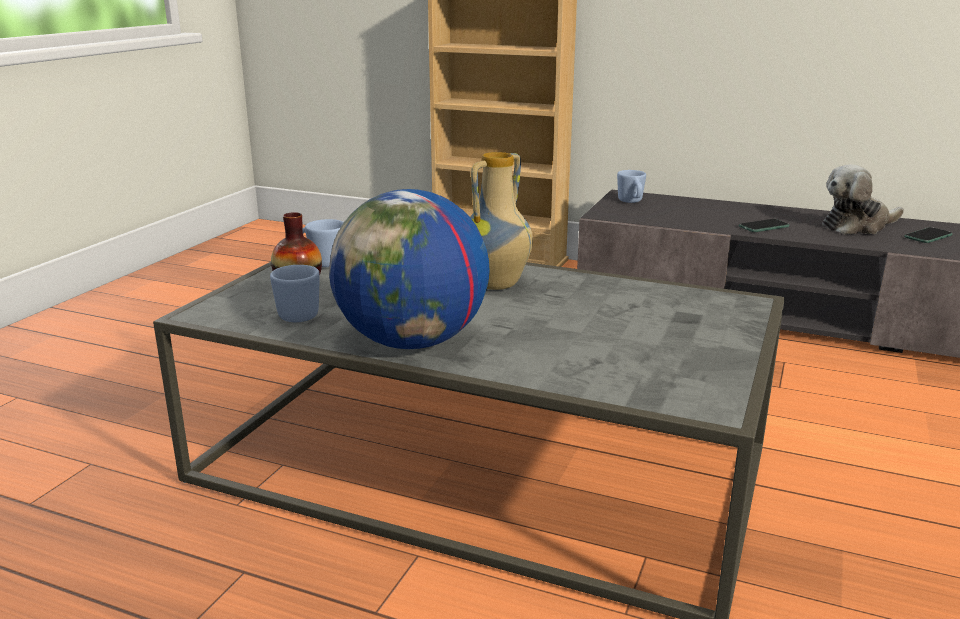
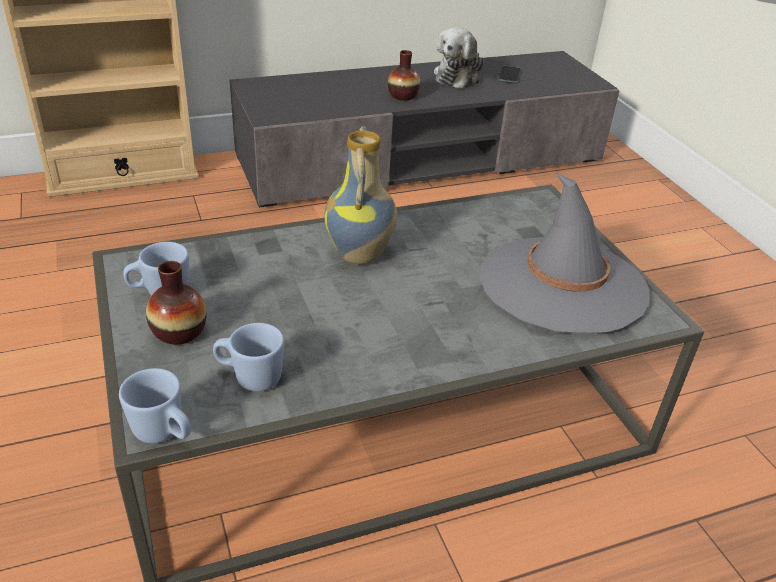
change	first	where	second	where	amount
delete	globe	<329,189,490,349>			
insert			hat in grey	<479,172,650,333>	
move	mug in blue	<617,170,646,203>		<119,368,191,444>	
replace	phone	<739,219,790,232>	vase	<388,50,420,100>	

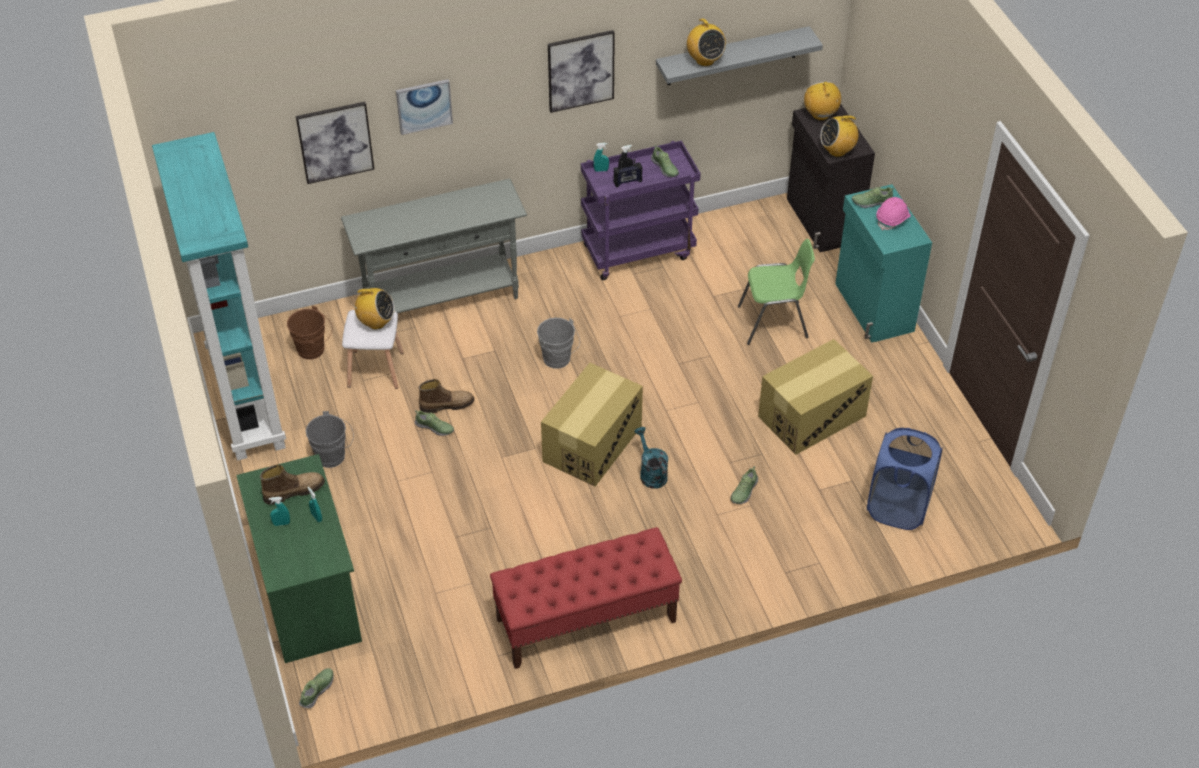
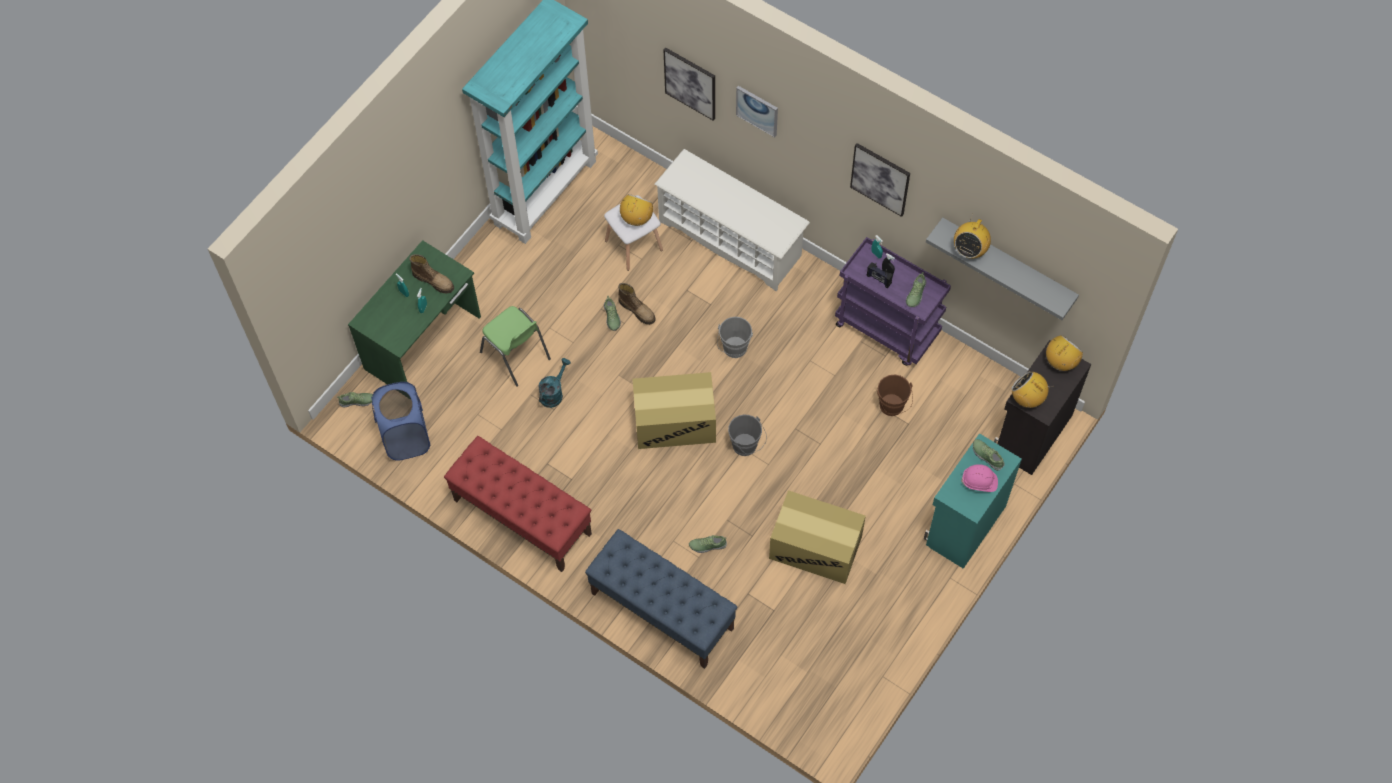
change	first	where	second	where	amount
insert			bench in blue	<585,529,738,669>	
move	bucket in brown	<287,306,333,360>		<877,374,913,416>	
move	bucket in grey	<306,411,354,468>		<728,415,767,456>	
move	watering can in turquoise	<634,427,668,489>		<538,358,571,408>	
move	chair in green	<738,239,815,345>		<480,306,551,387>	
move	laundry basket in blue	<867,428,943,530>		<371,382,431,461>	
replace	console table in grey	<341,179,527,313>	shoe rack in white	<654,149,810,291>	
rotate	radio	<349,288,395,329>		<620,194,653,226>	135 degrees counterclockwise

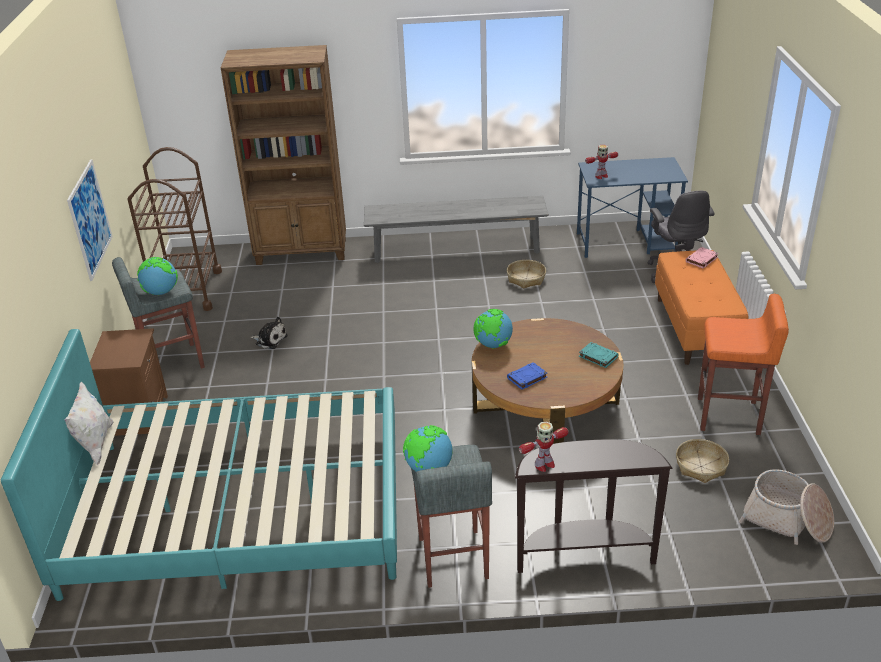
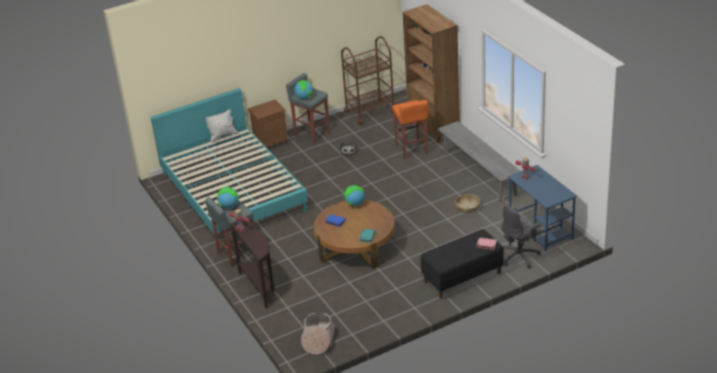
change	first	where	second	where	amount
delete	picture	<67,159,113,281>			
delete	basket	<676,439,729,483>			
move	stool in orange	<698,294,789,435>		<392,100,428,159>	
recolor	bench in orange	<655,250,748,365>	bench in black	<421,229,504,299>	

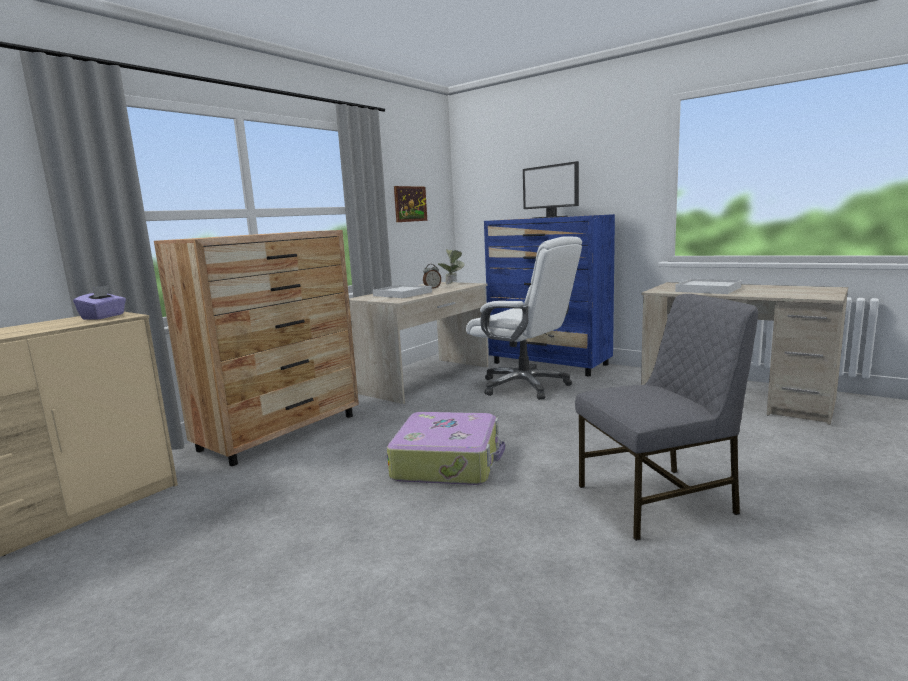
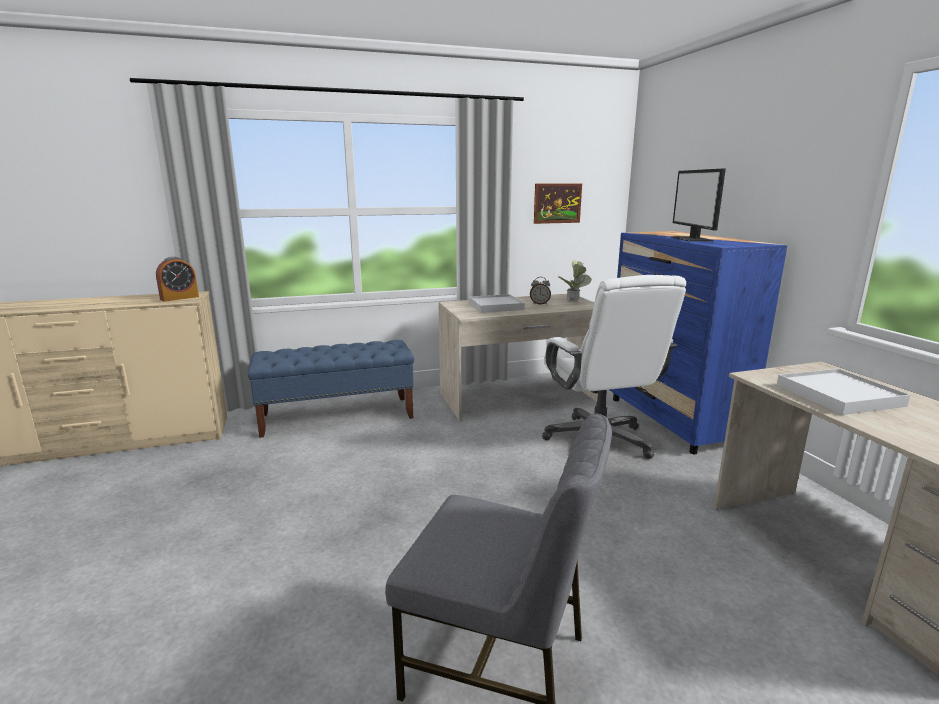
change	first	where	second	where	amount
delete	suitcase	<387,412,505,485>			
replace	tissue box in purple	<73,285,126,320>	alarm clock	<156,257,199,301>	
replace	dresser in brown	<154,230,359,466>	bench in blue	<248,340,414,438>	

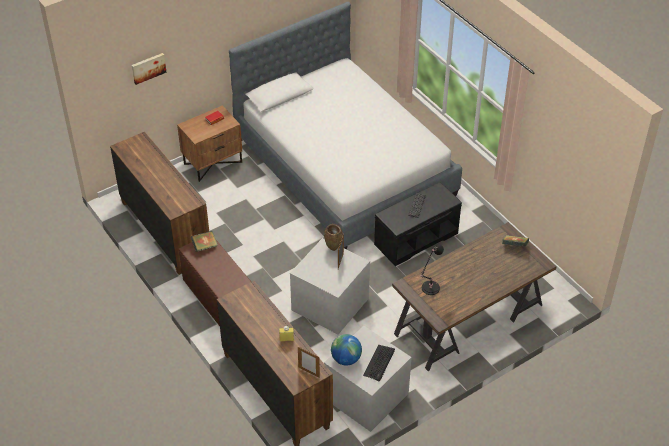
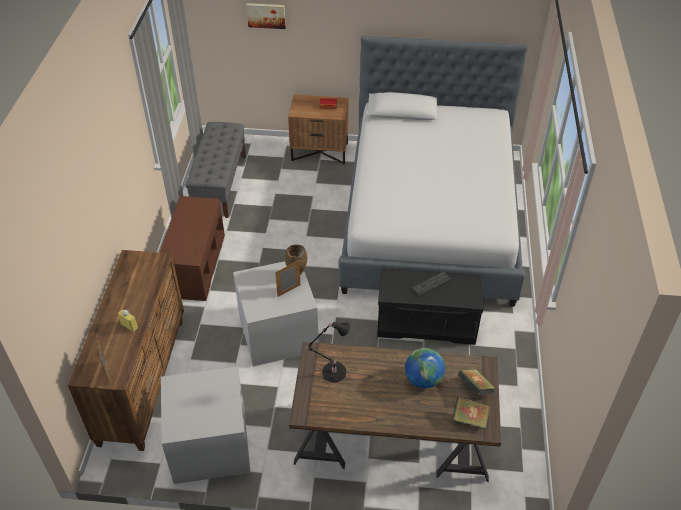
change	first	where	second	where	amount
delete	keyboard	<363,345,395,381>			
move	book	<191,231,218,252>		<452,397,490,428>	
move	globe	<331,334,362,365>		<405,348,445,388>	
replace	dresser in brown	<110,132,209,275>	bench in grey	<186,122,246,218>	

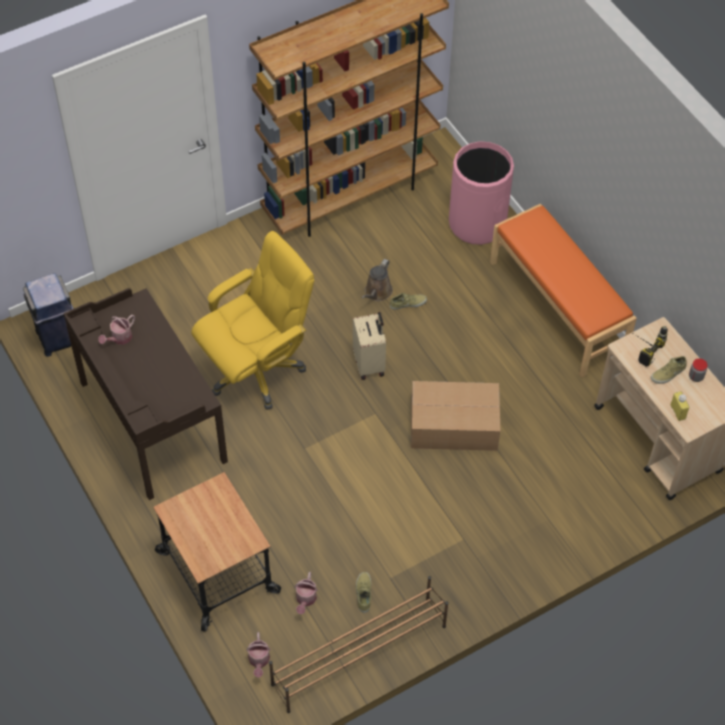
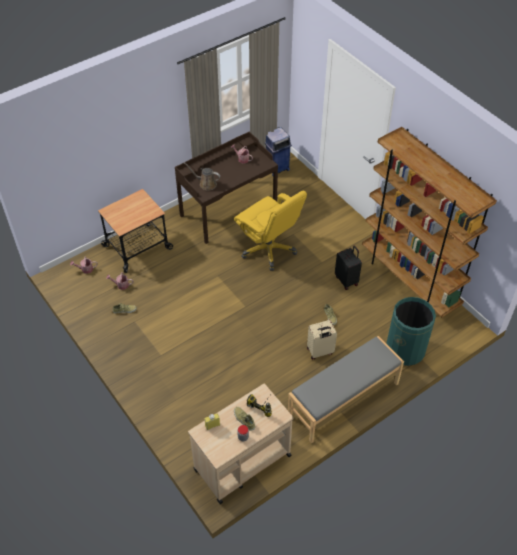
change	first	where	second	where	amount
delete	shoe rack in brown	<269,576,448,713>			
delete	cardboard box	<411,381,500,451>			
insert			suitcase in black	<335,245,362,290>	
move	suitcase in beige	<353,312,386,380>		<307,320,337,360>	
move	watering can in brown	<361,259,393,301>		<184,163,220,191>	
recolor	trash can in pink	<449,141,514,245>	trash can in green	<386,297,436,366>	
recolor	bench in orange	<490,204,637,377>	bench in grey	<288,336,404,443>	

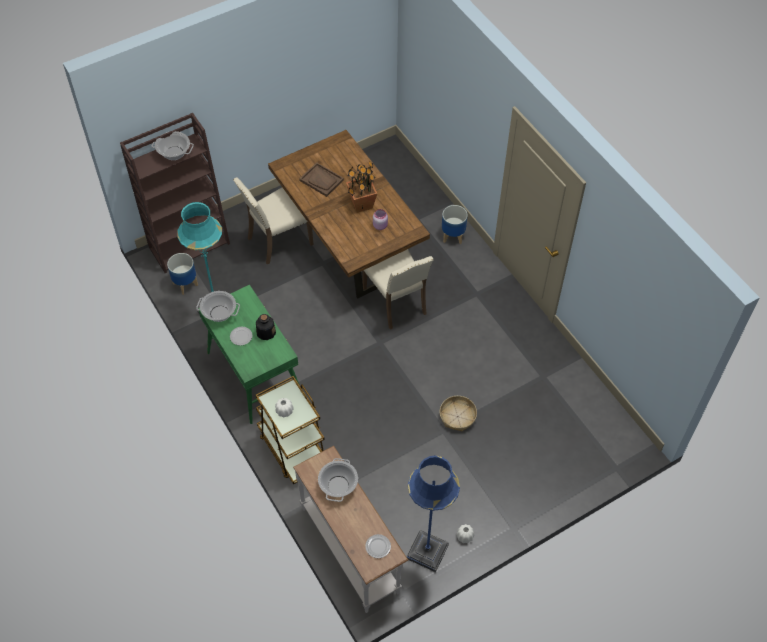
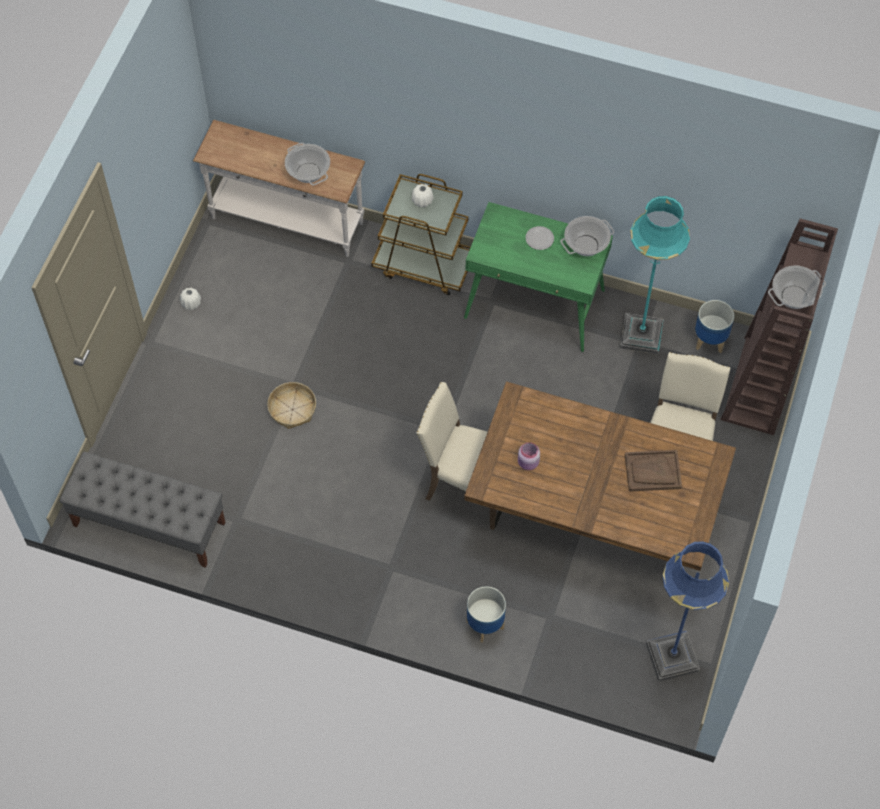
change	first	where	second	where	amount
delete	bottle	<256,314,276,340>			
delete	potted plant	<346,161,377,213>			
delete	plate	<365,534,391,558>			
insert			bench in grey	<60,452,225,568>	
move	floor lamp in blue	<406,455,460,572>		<646,541,729,681>	

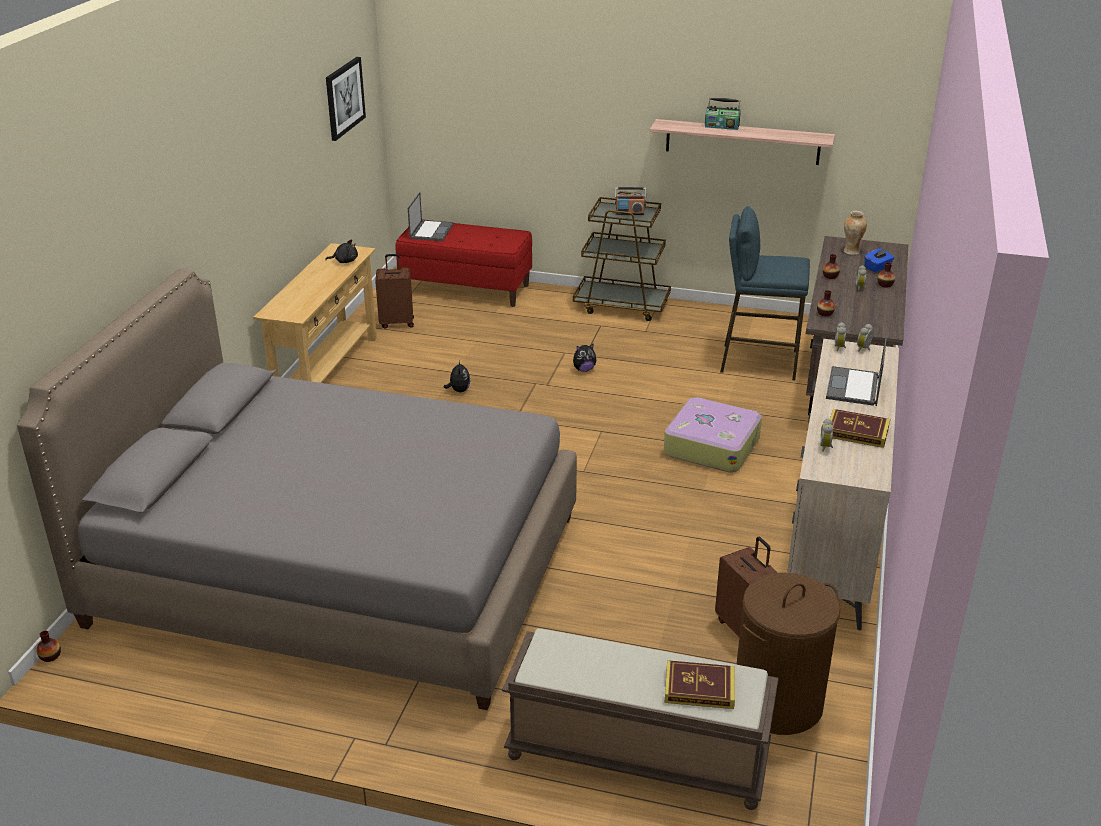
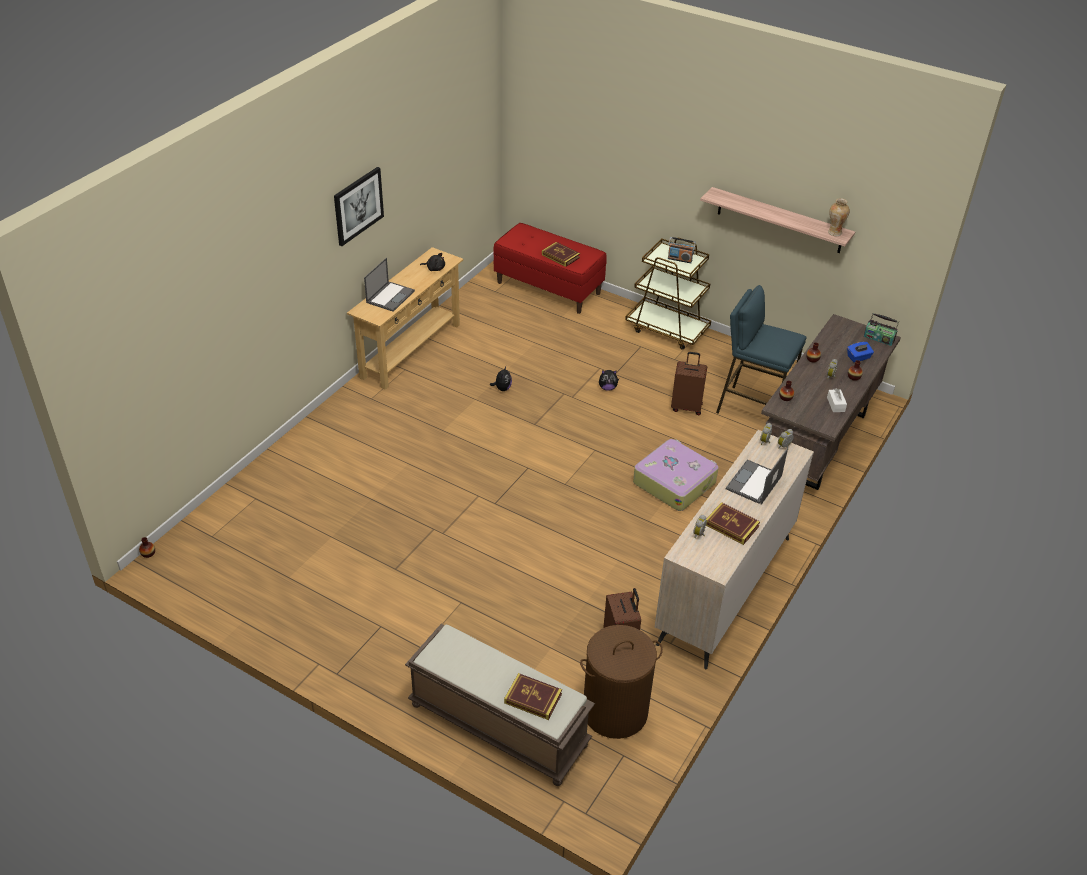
change	first	where	second	where	amount
delete	bed in grey	<17,269,577,710>			
insert			book	<542,242,580,267>	
insert			tissue box in white	<827,388,847,412>	
move	picture	<326,57,366,141>		<334,167,384,246>	
move	suitcase in brown	<375,254,414,328>		<671,352,707,415>	
move	laptop	<408,192,454,241>		<364,258,415,312>	
move	radio	<705,98,741,130>		<864,313,899,346>	
move	vase	<844,211,867,255>		<828,198,850,236>	

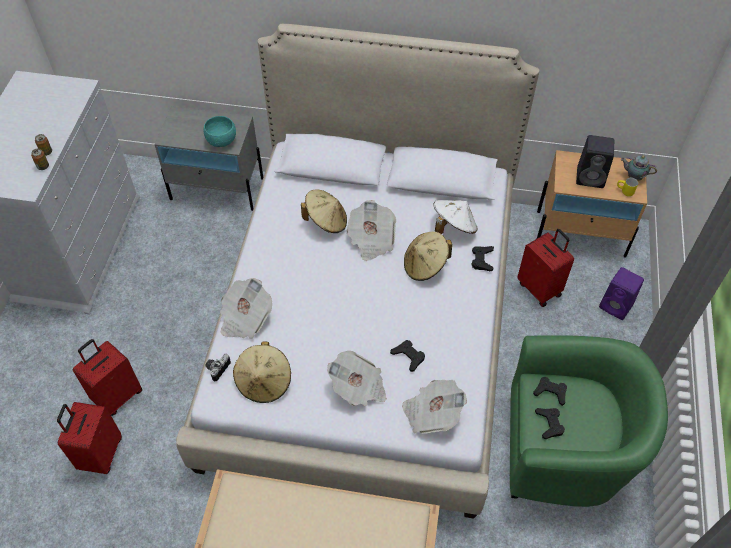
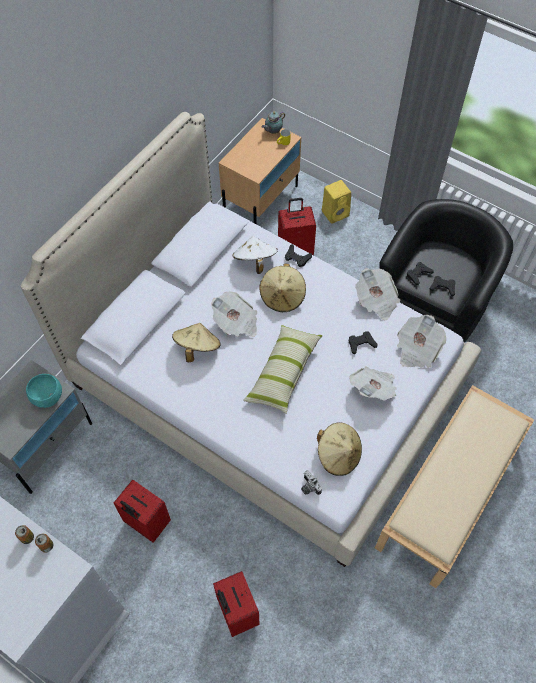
change	first	where	second	where	amount
delete	speaker in black	<576,135,614,188>			
insert			pillow	<243,325,323,414>	
move	suitcase in red	<57,402,122,474>		<114,480,171,543>	
move	newspaper	<220,278,272,339>		<355,268,401,320>	
recolor	armchair in green	<510,335,668,507>	armchair in black	<380,199,513,342>	
recolor	speaker in purple	<599,267,644,320>	speaker in yellow	<322,180,351,224>	

